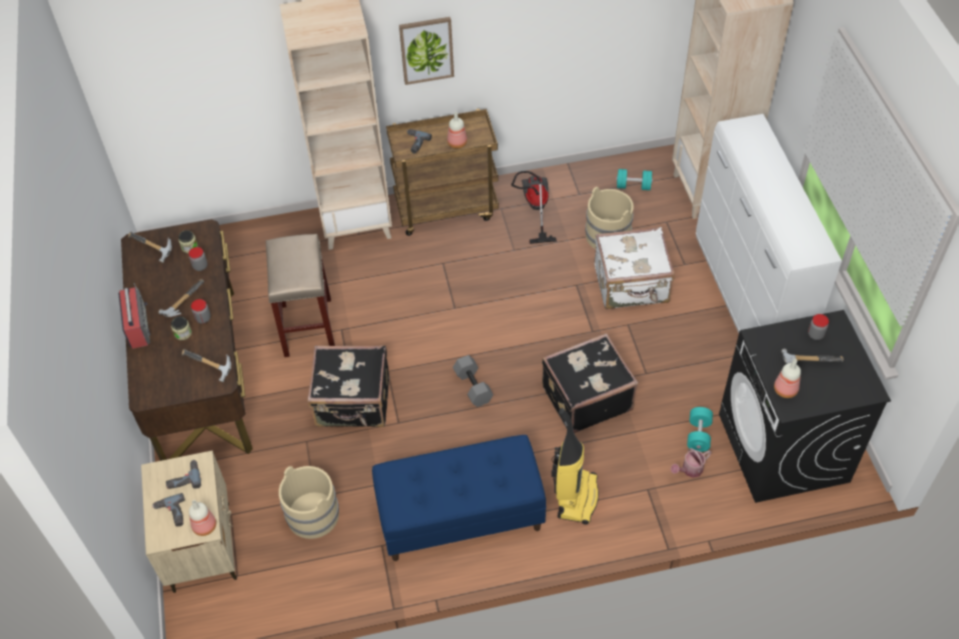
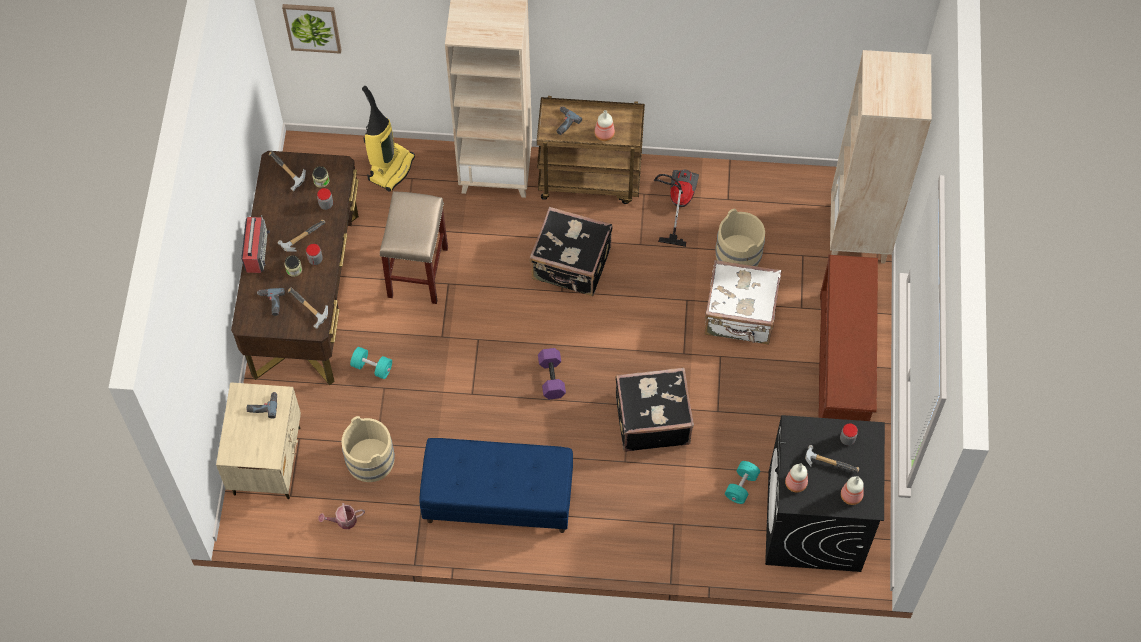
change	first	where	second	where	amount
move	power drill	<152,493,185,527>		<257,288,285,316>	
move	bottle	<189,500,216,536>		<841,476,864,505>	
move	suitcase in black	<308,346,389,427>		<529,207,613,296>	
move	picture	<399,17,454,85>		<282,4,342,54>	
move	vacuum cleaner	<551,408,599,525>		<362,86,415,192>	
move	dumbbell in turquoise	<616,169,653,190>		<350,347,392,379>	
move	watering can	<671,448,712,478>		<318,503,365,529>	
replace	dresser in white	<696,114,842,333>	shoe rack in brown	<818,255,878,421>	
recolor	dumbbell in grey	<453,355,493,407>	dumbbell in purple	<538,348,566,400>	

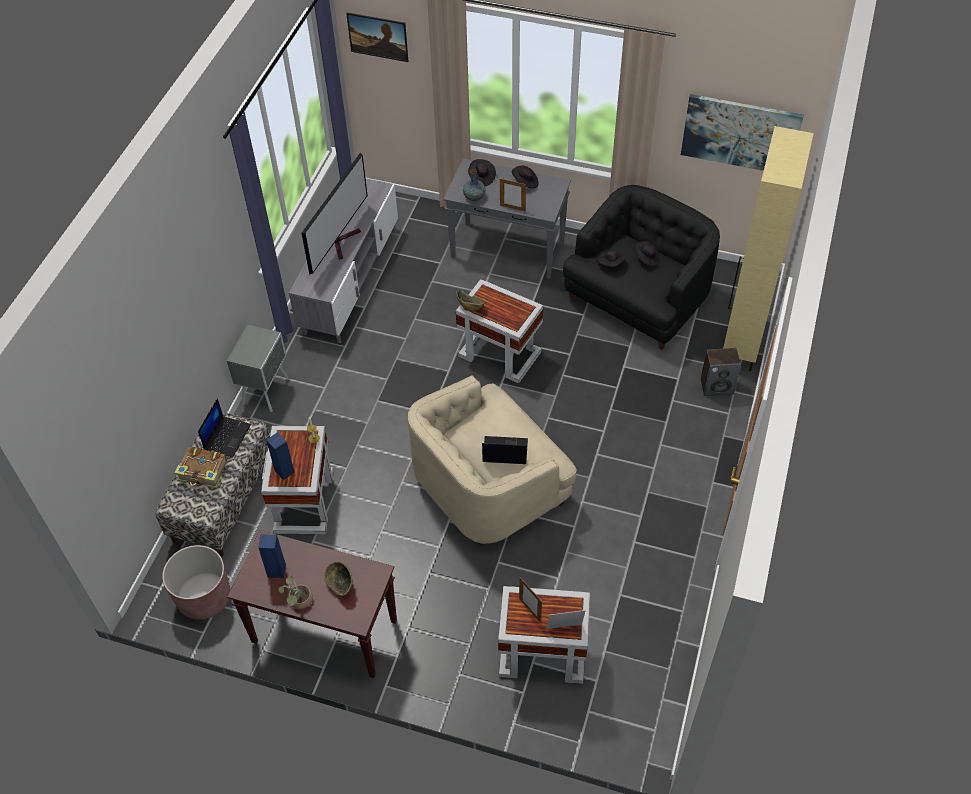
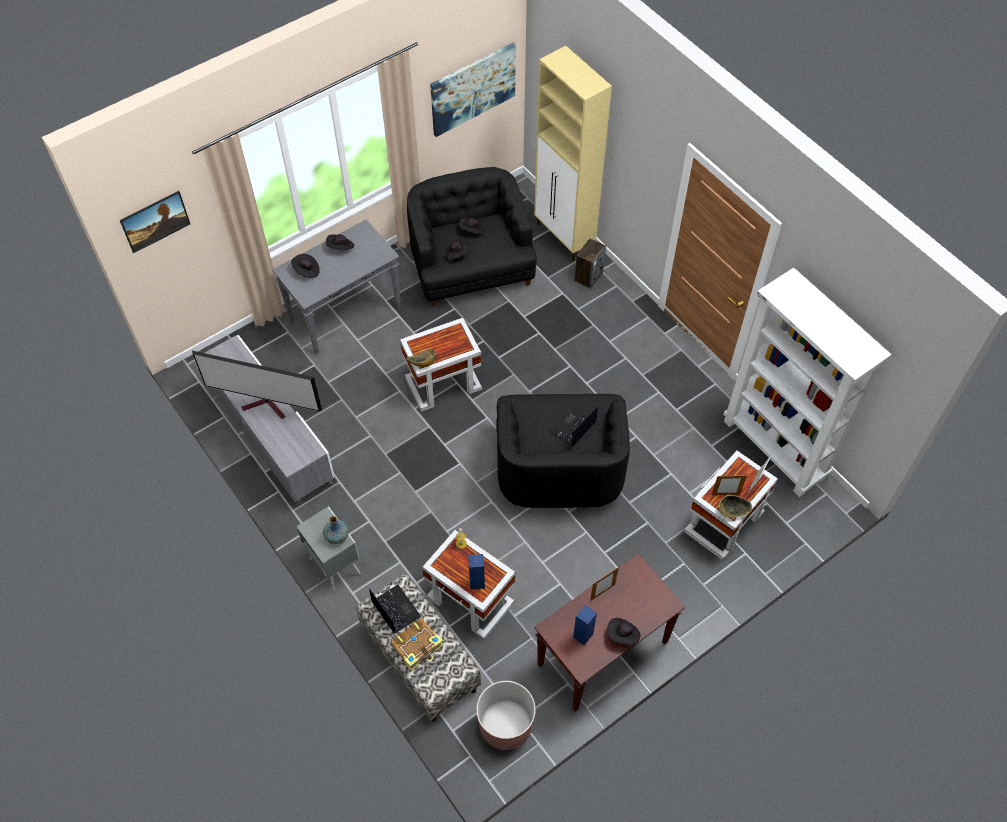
change	first	where	second	where	amount
insert			bookcase in white	<723,268,891,497>	
move	bowl	<324,561,353,596>		<719,495,752,518>	
move	vase	<463,169,486,201>		<323,516,349,544>	
move	picture frame	<500,179,526,211>		<590,568,618,601>	
replace	potted plant	<278,576,313,609>	hat in black	<607,618,640,645>	
recolor	armchair in beige	<408,375,577,546>	armchair in black	<496,394,630,508>	
rotate	television	<302,152,368,275>		<192,351,322,419>	135 degrees clockwise

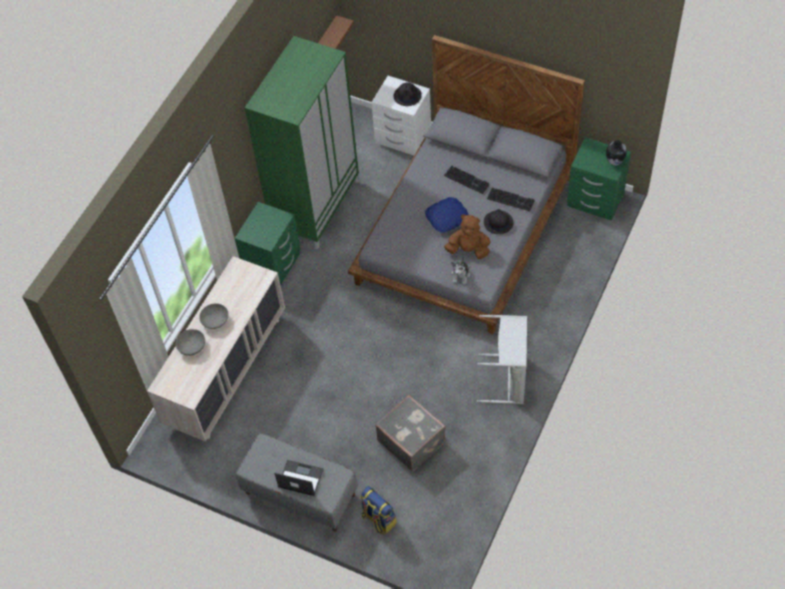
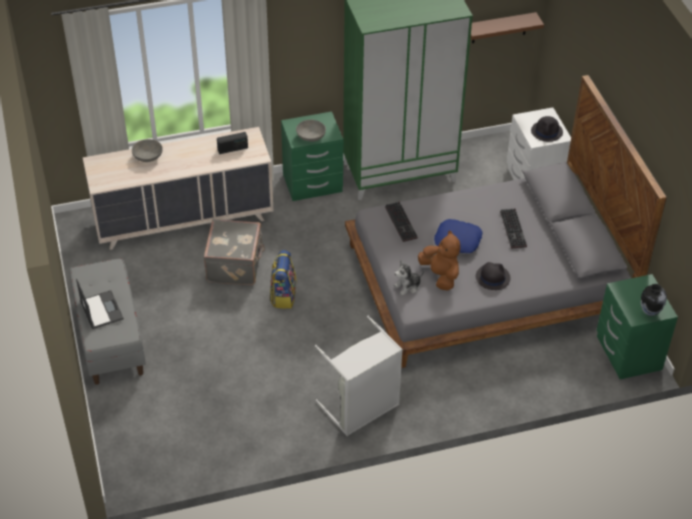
change	first	where	second	where	amount
insert			radio	<217,132,248,154>	
move	bowl in grey	<199,303,228,329>		<296,120,326,142>	
move	backpack	<360,486,397,535>		<270,250,297,309>	
move	suitcase in grey	<375,395,446,471>		<204,219,265,285>	
move	keyboard	<487,187,535,211>		<385,202,418,242>	

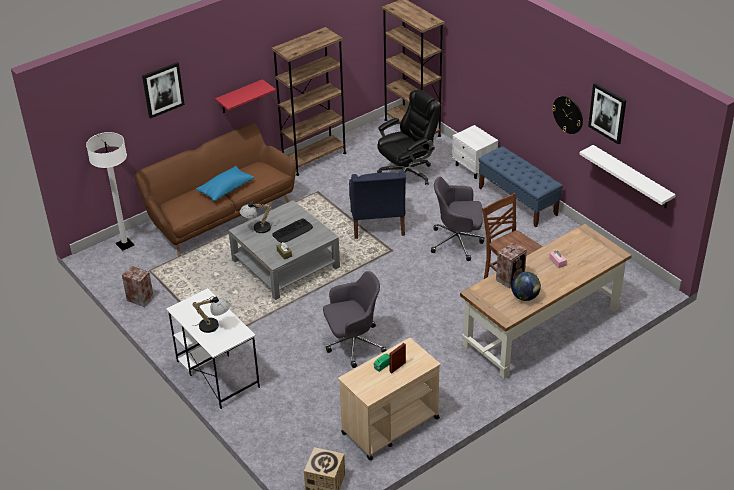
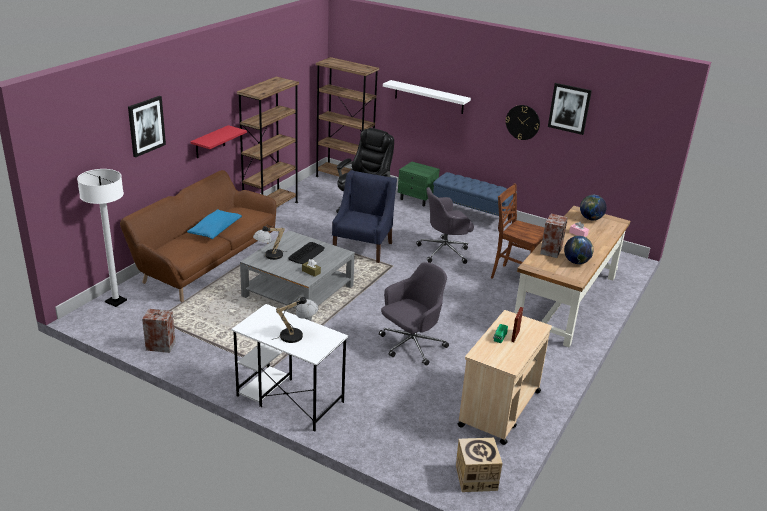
change	first	where	second	where	amount
insert			globe	<580,195,606,221>	
move	shelf in white	<579,145,676,208>		<383,80,471,114>	
recolor	nightstand in white	<452,125,498,179>	nightstand in green	<398,161,440,206>	
rotate	armchair in blue	<349,170,406,239>		<332,170,397,263>	135 degrees counterclockwise

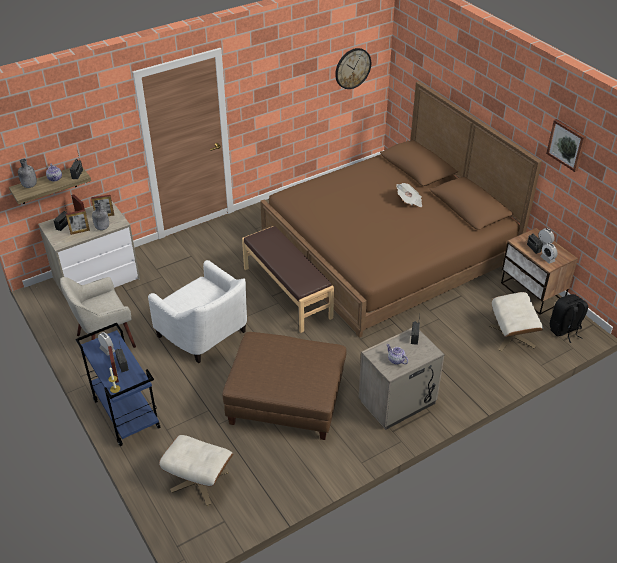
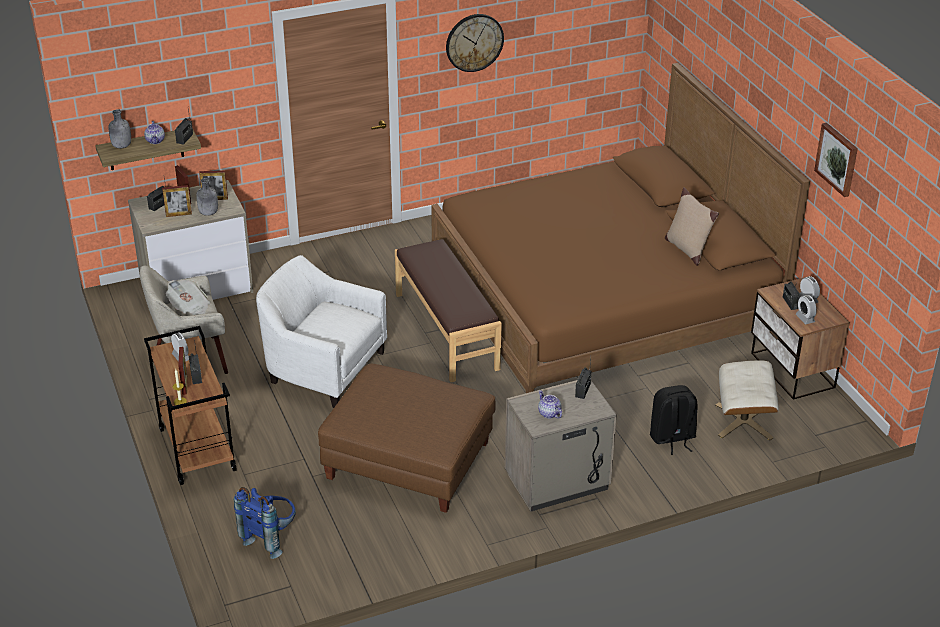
change	first	where	second	where	amount
insert			pillow in beige	<665,187,719,266>	
move	wall clock	<335,48,371,89>		<446,14,504,72>	
move	newspaper	<396,183,422,207>		<166,280,210,315>	
move	backpack in black	<550,294,588,343>		<650,385,698,455>	
replace	ottoman in beige	<159,435,233,506>	backpack in blue	<234,487,296,559>	
recolor	cart in blue	<76,323,161,446>	cart in brown	<144,326,237,485>	
rotate	armchair in white	<148,260,247,363>		<256,255,387,408>	150 degrees clockwise

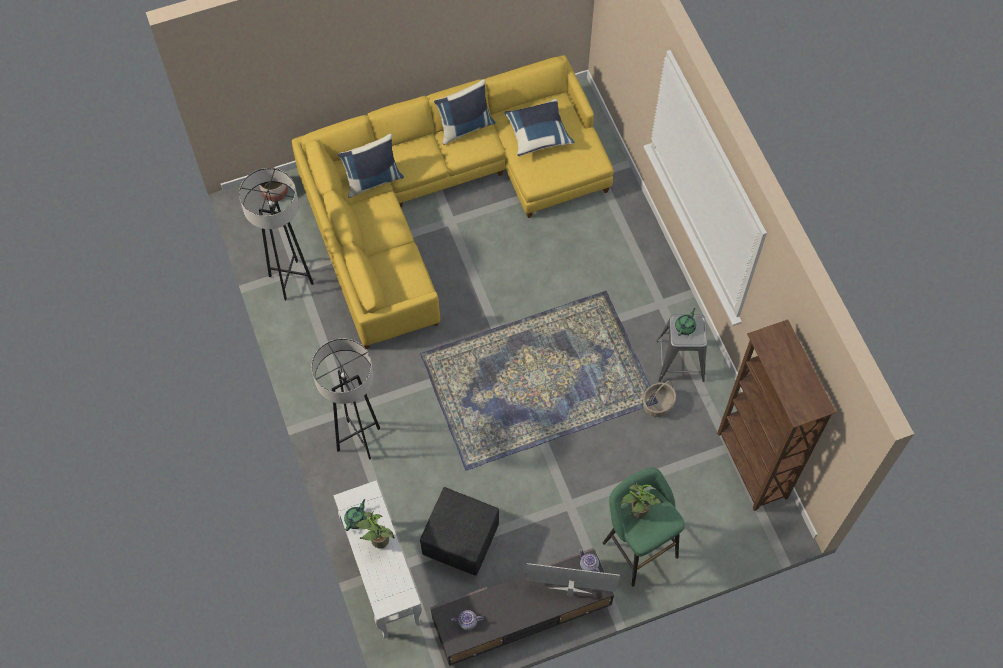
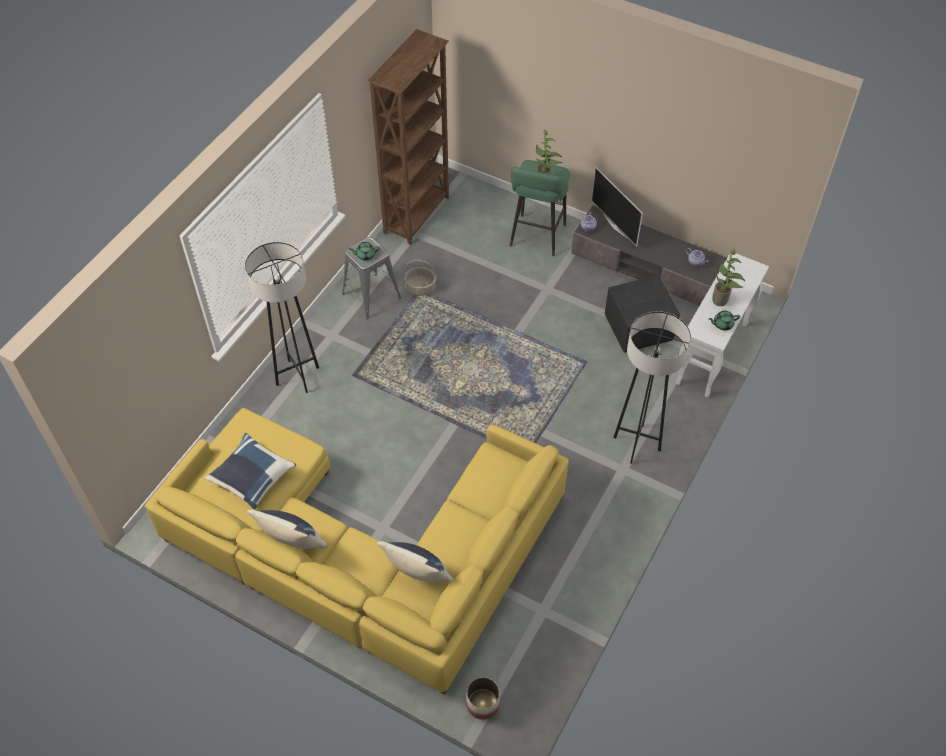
change	first	where	second	where	amount
move	floor lamp in grey	<239,168,314,300>		<245,242,319,393>	

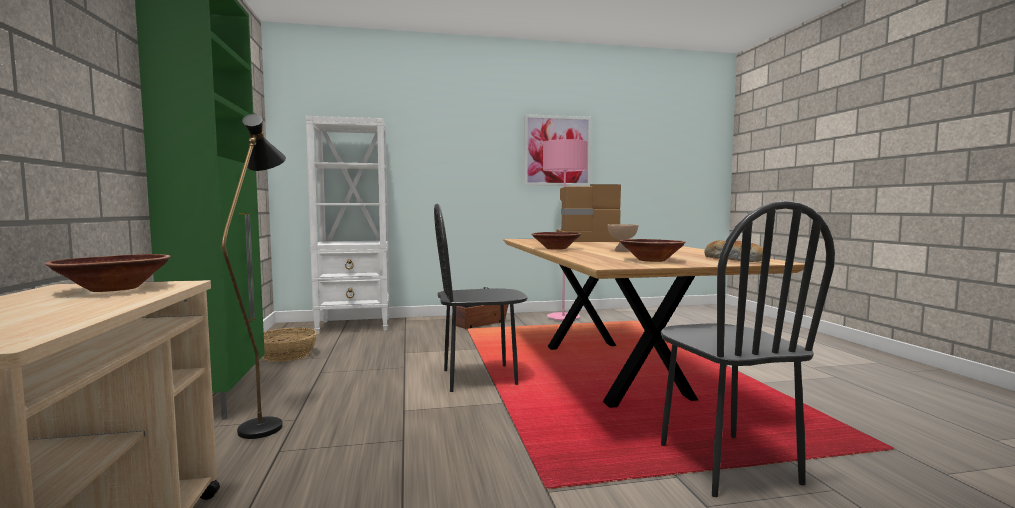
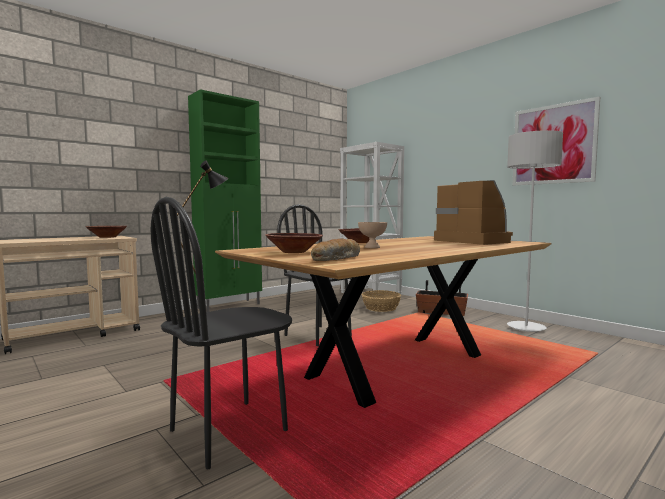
change	first	where	second	where	amount
move	basket	<263,328,317,362>		<362,290,401,312>	
recolor	floor lamp in pink	<543,139,588,321>	floor lamp in grey	<507,130,563,332>	

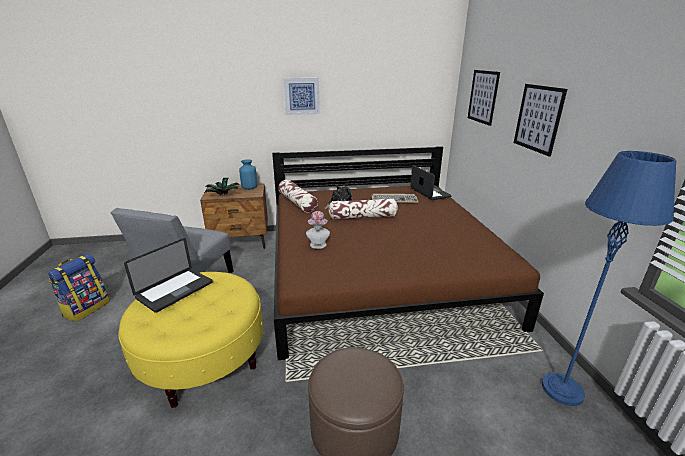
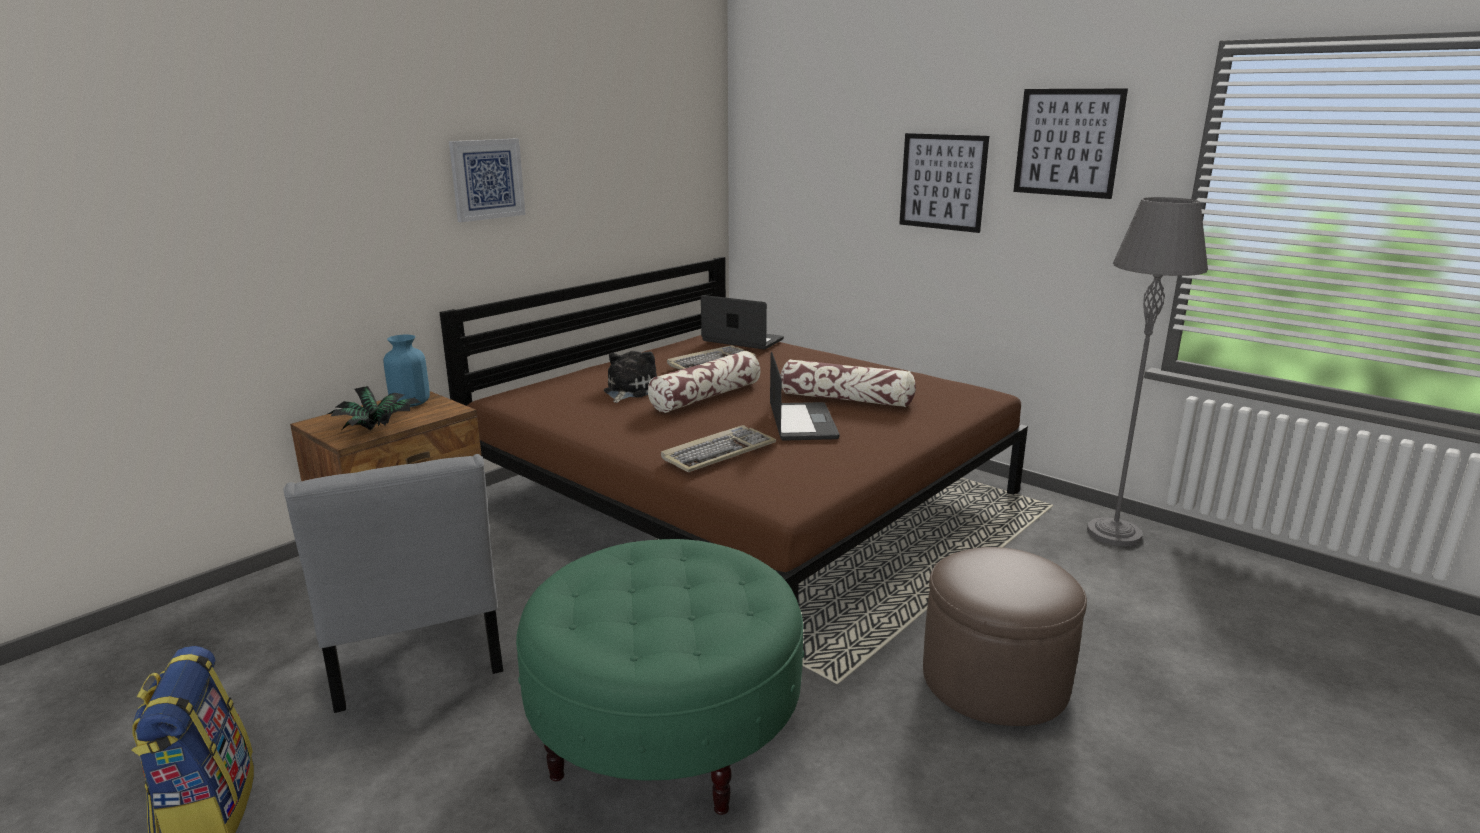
change	first	where	second	where	amount
move	laptop	<124,238,213,313>		<770,352,839,441>	
move	pillow	<278,180,318,213>		<781,359,916,407>	
move	picture	<468,70,500,126>		<1013,89,1128,199>	
replace	hat	<306,211,330,249>	keyboard	<661,425,776,472>	
recolor	ottoman in yellow	<118,272,263,408>	ottoman in green	<516,539,804,815>	
recolor	floor lamp in blue	<542,151,677,406>	floor lamp in grey	<1087,197,1208,546>	

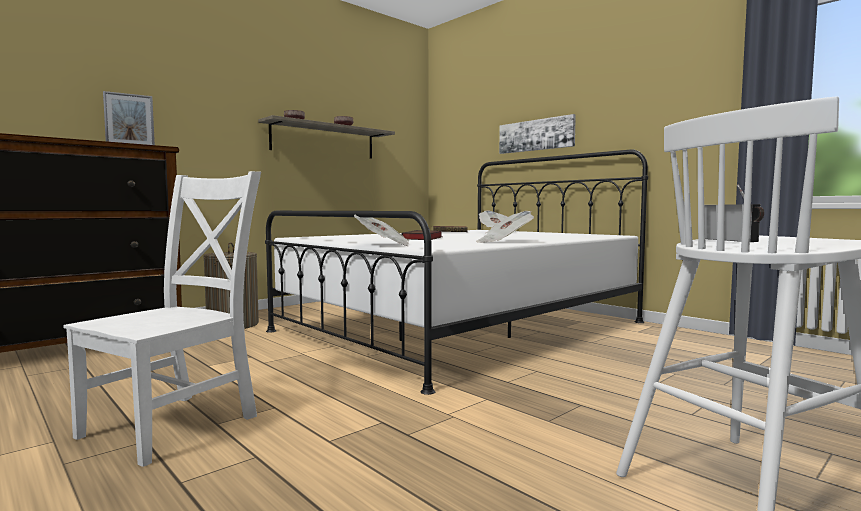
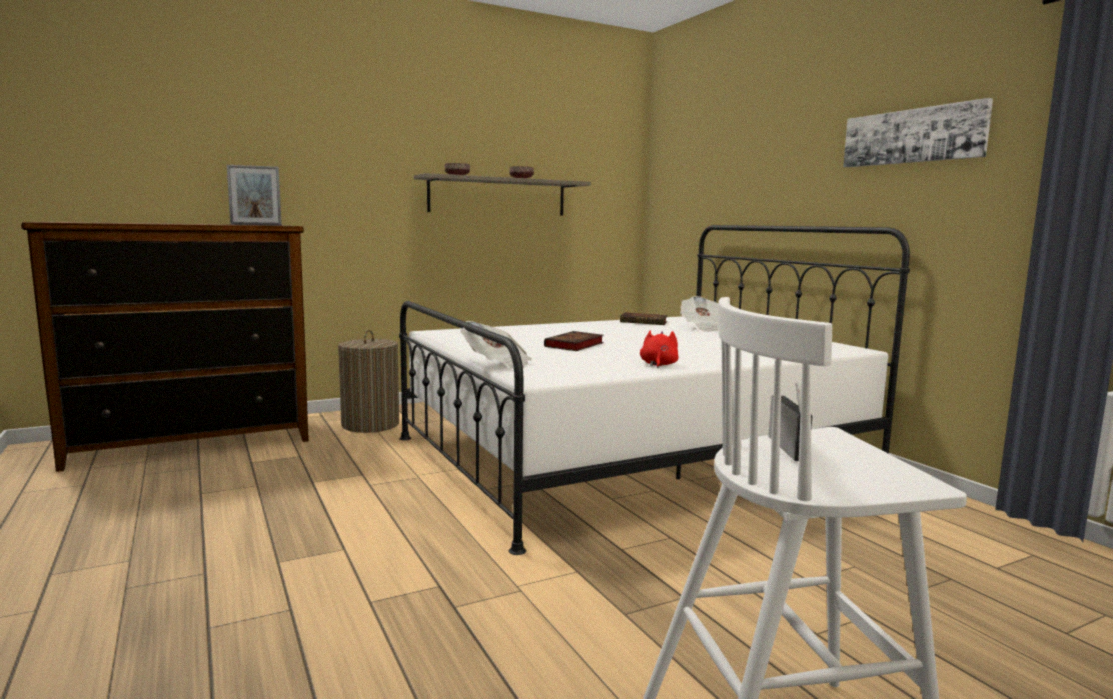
change	first	where	second	where	amount
delete	chair in white	<63,171,261,467>			
move	picture	<499,114,576,154>		<843,98,993,167>	
replace	newspaper	<476,211,534,243>	plush toy in red	<640,331,679,368>	

